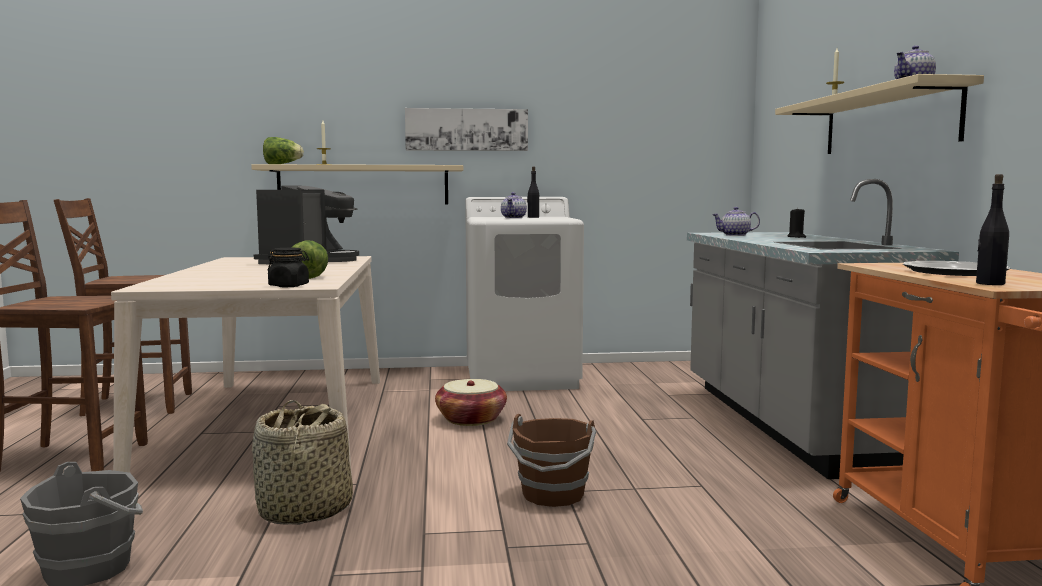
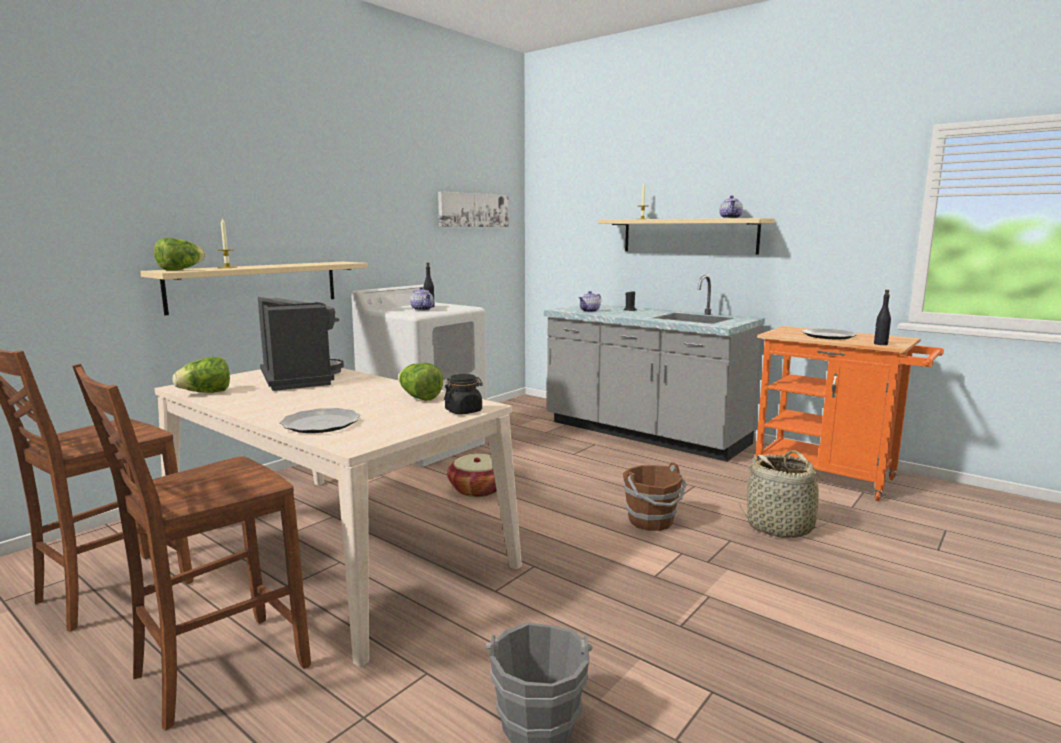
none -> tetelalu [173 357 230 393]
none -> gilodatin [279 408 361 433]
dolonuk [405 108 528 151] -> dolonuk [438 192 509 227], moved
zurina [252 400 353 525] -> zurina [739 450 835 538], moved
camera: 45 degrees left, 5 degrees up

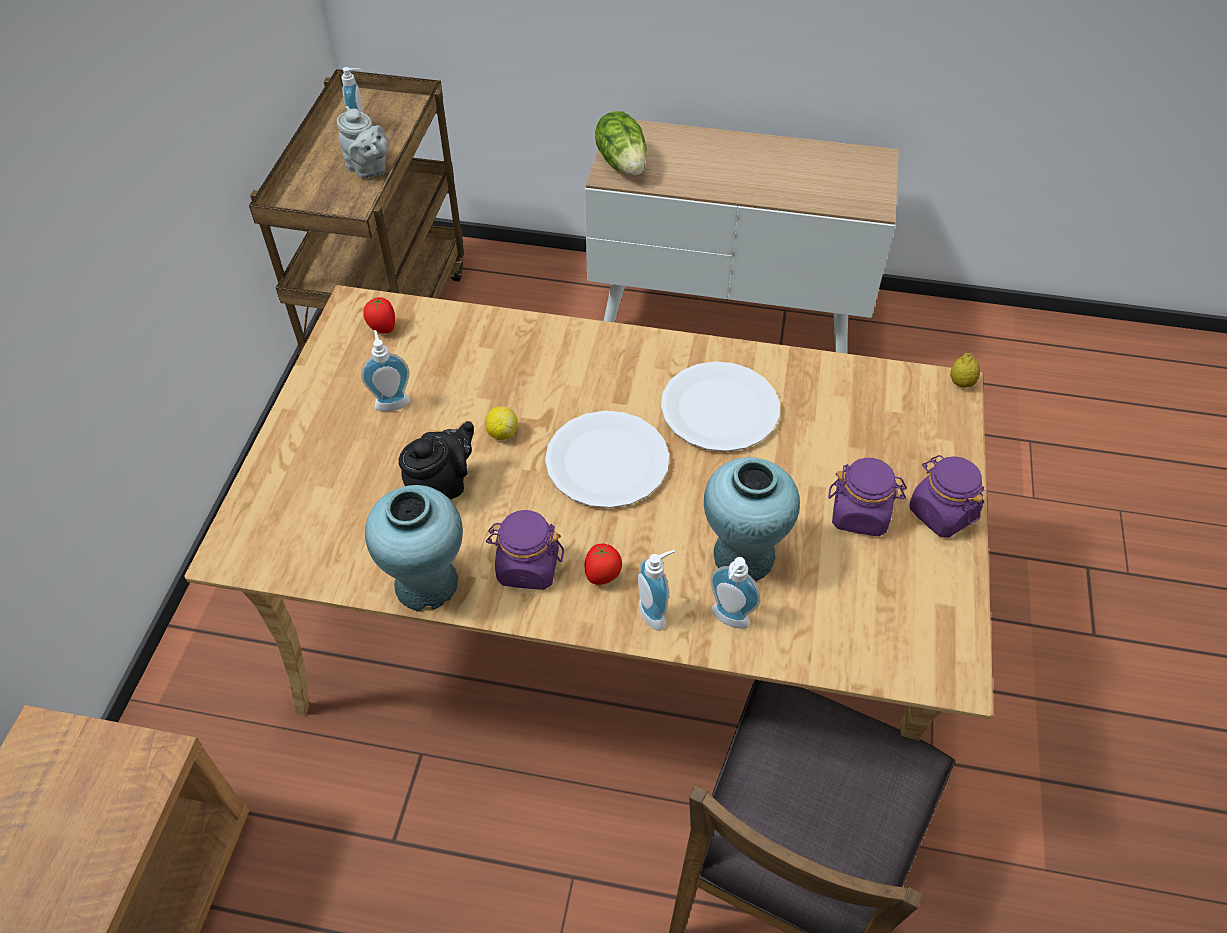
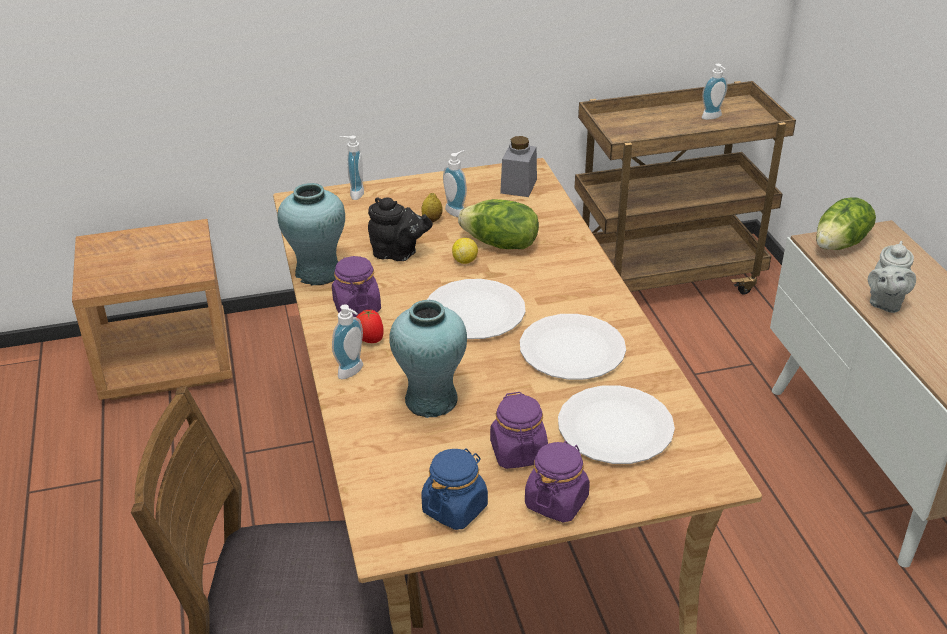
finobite [710 557 760 629] -> finobite [339 136 364 200], moved
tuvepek [950 353 980 387] -> tuvepek [421 193 442 223], moved
none -> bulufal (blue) [421 448 488 530]
none -> tetelalu [458 199 539 249]
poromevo [363 297 395 333] -> bulufal (grey) [500 136 537 197]
none -> gilodatin (white) [558 385 675 464]
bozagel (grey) [337 106 388 179] -> bozagel (grey) [868 241 916 313], moved
camera: 65 degrees right, 15 degrees down

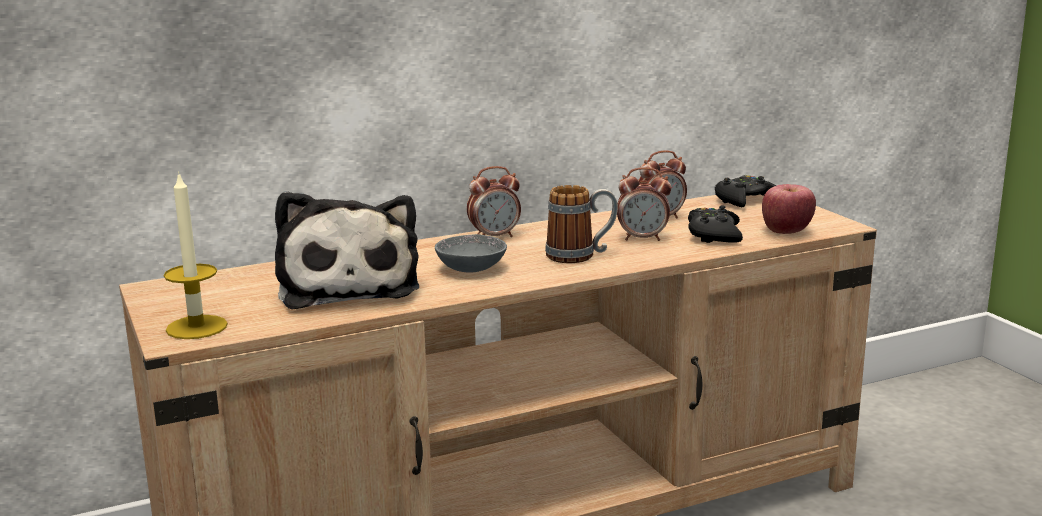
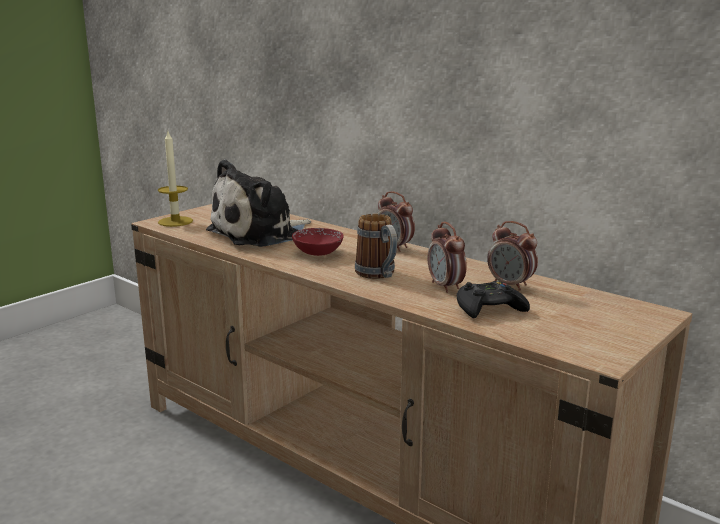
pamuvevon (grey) [435 234 507 272] -> pamuvevon (red) [292 228 344 256]
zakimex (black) [715 175 776 207] -> none
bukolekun [762 184 816 234] -> none
camera: 65 degrees right, 0 degrees up

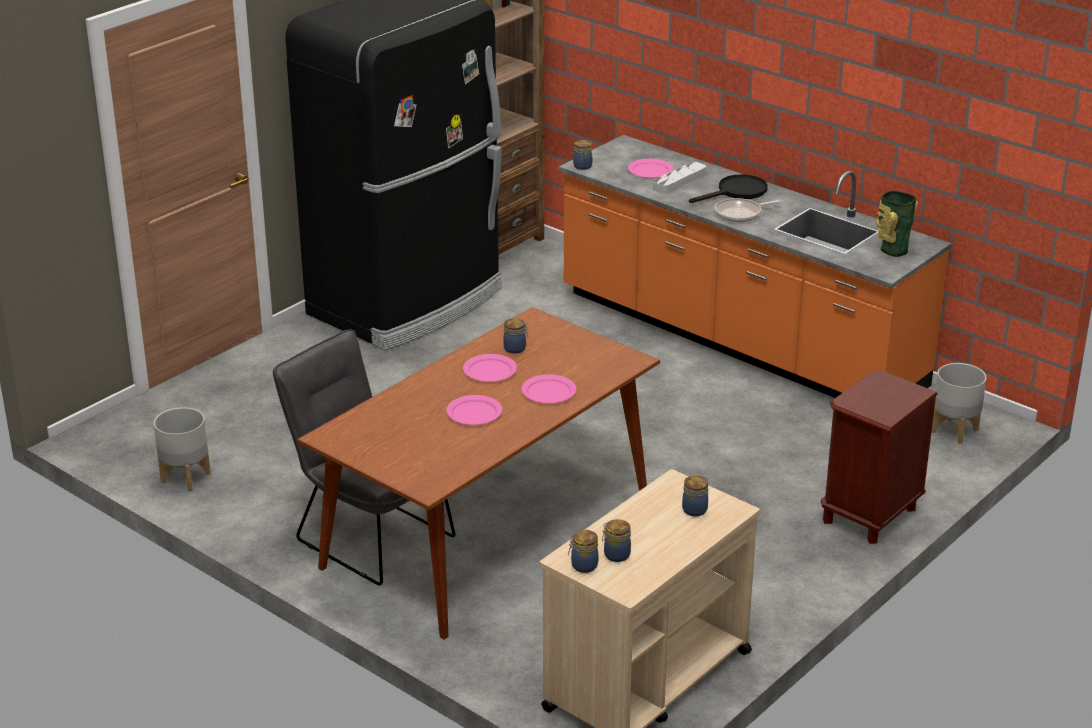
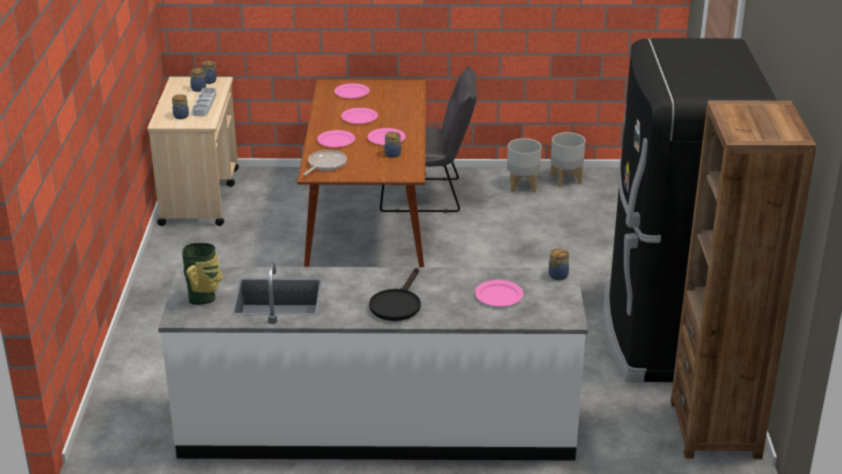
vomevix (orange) [559 135 952 398] -> vomevix (white) [158 262 588 460]
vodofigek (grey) [653 162 706 194] -> vodofigek (grey) [192 88 217 116], moved
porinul [715 198 783 223] -> porinul [303 150 347 175], moved
none -> gilodatin (pink) [334 83 370 99]
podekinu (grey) [932 363 987 444] -> podekinu (grey) [507 138 542 193], moved
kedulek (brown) [821 370 938 544] -> none
camera: 140 degrees right, 0 degrees up

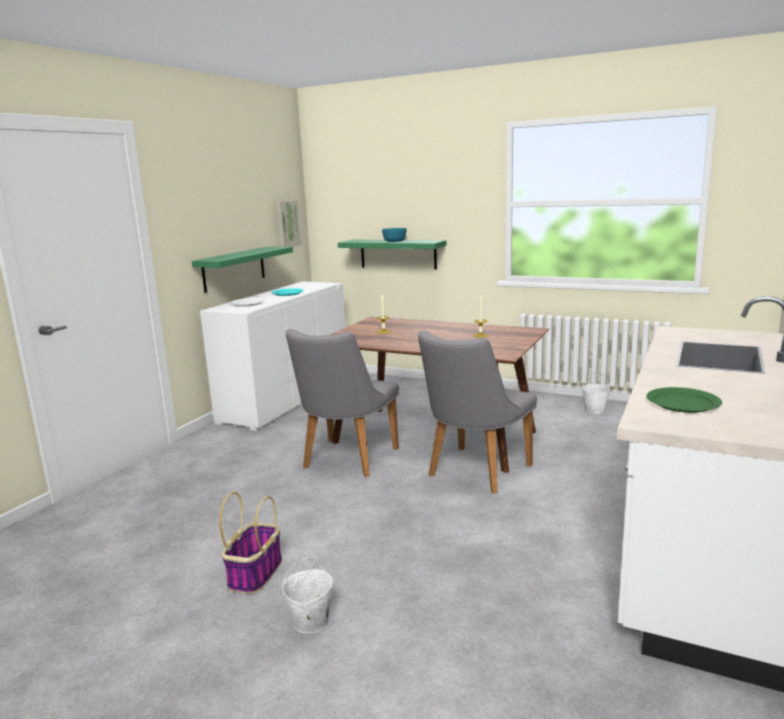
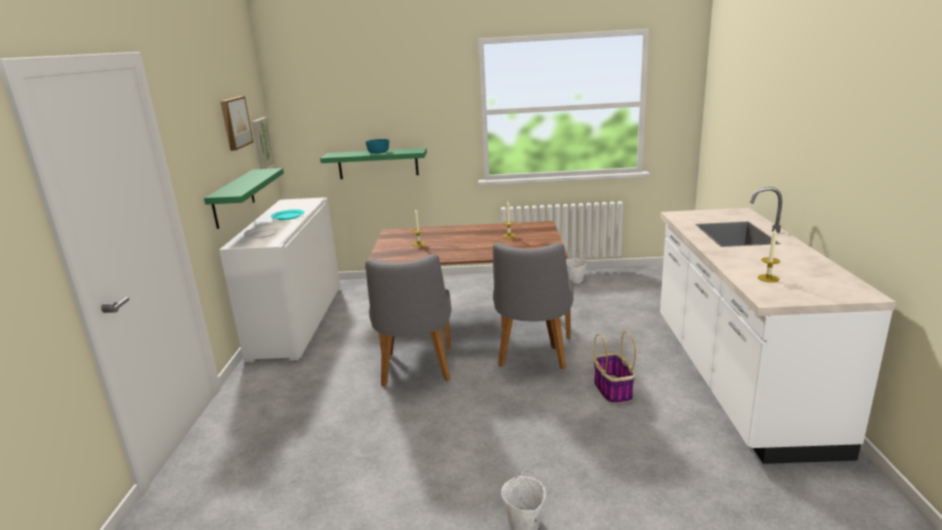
none -> dolonuk [220 96 253 151]
zurina [219 492 282 594] -> zurina [594 330 636 404], moved
gilodatin (green) [646 387 722 413] -> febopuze [757 229 780 282]
camera: 25 degrees left, 5 degrees up

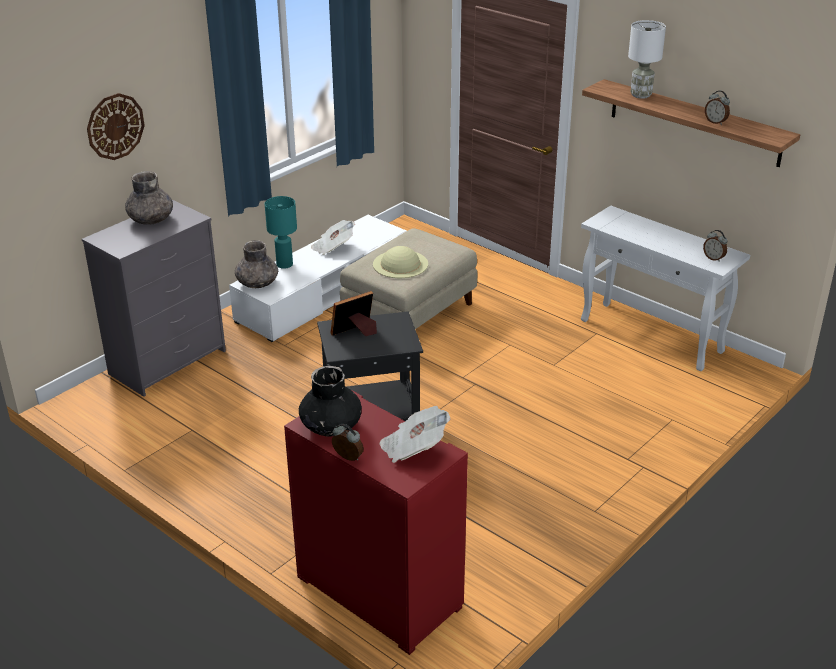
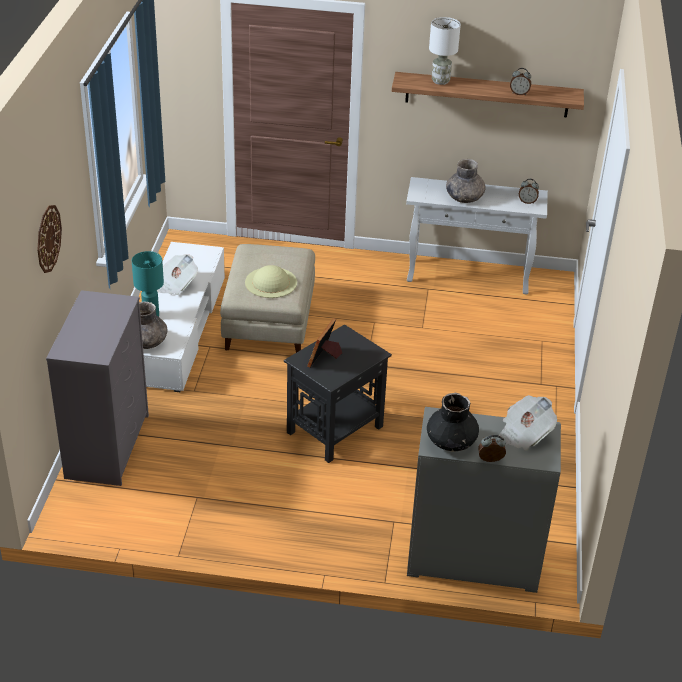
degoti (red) [284 389 468 655] -> degoti (grey) [407 407 561 593]
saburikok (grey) [125 171 173 225] -> saburikok (grey) [446 159 485 203], moved
camera: 35 degrees left, 5 degrees up

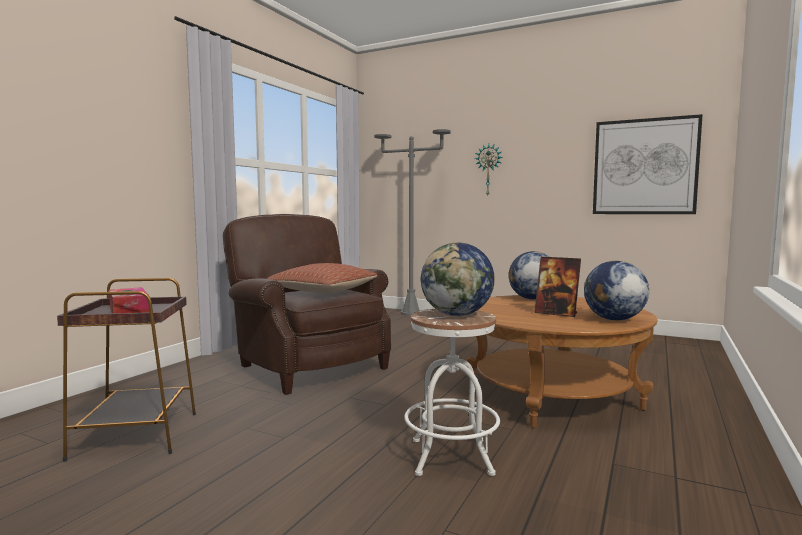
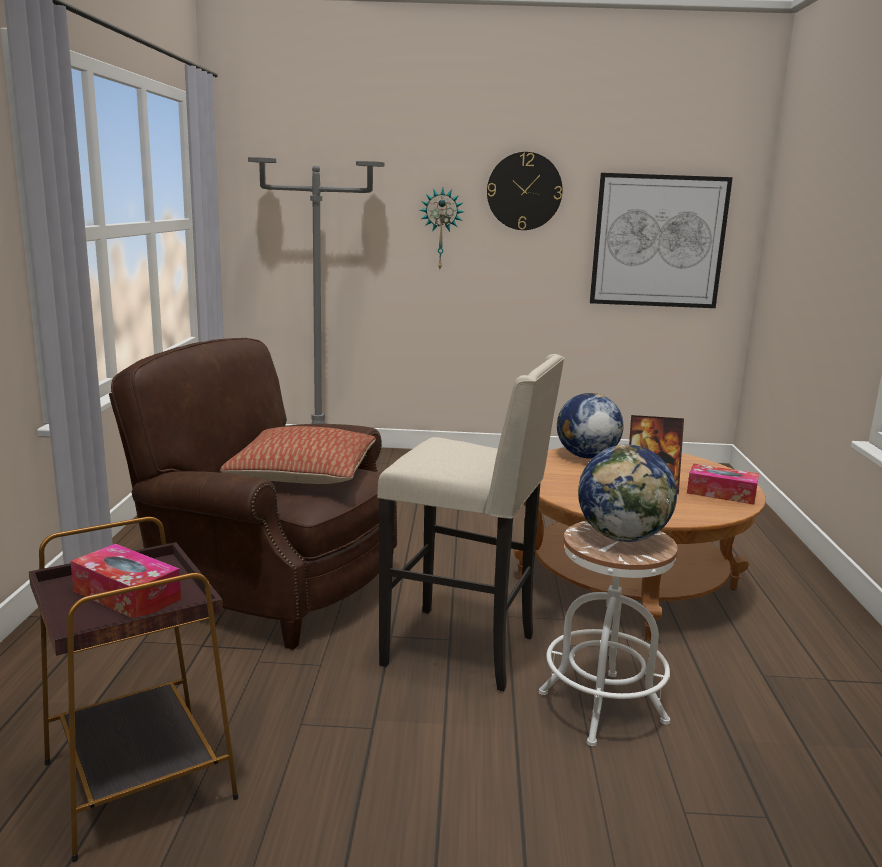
none -> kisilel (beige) [377 354 565 691]
none -> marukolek [487 152 562 230]
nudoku [584 261 649 321] -> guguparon [687 463 759 505]
camera: 25 degrees left, 10 degrees up

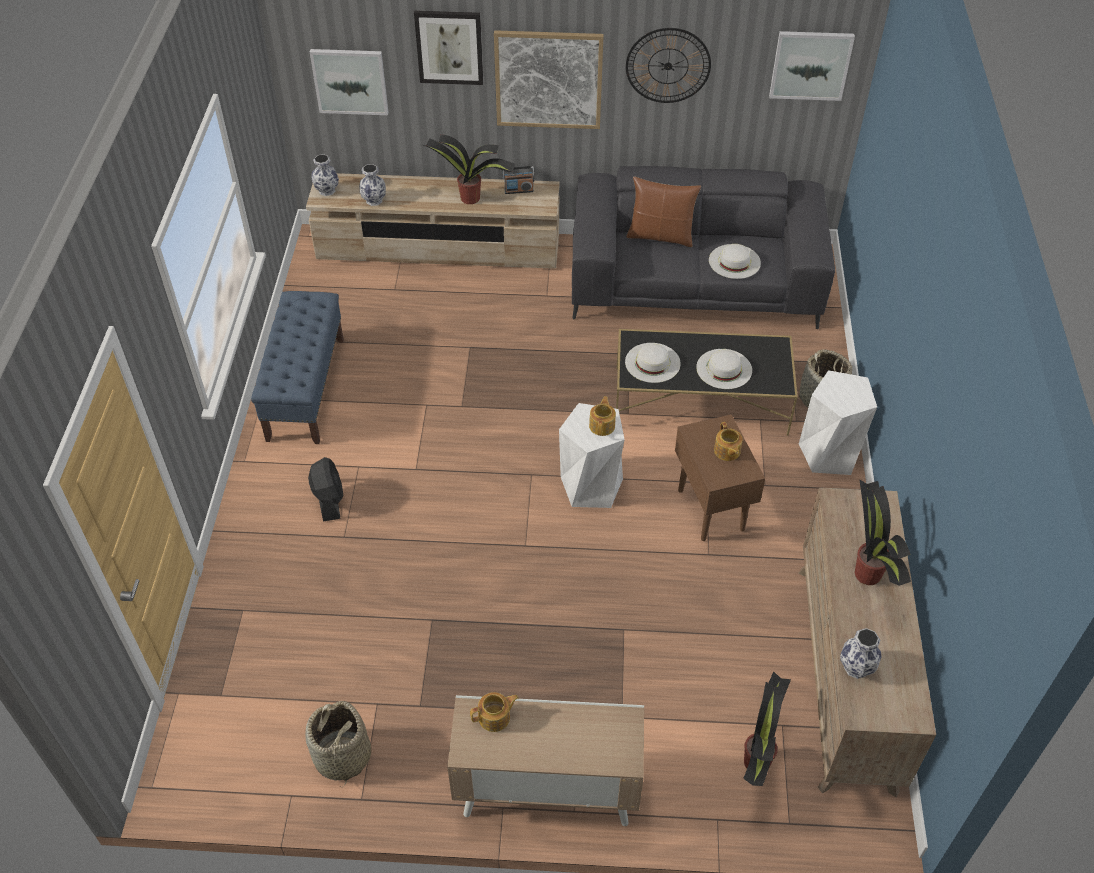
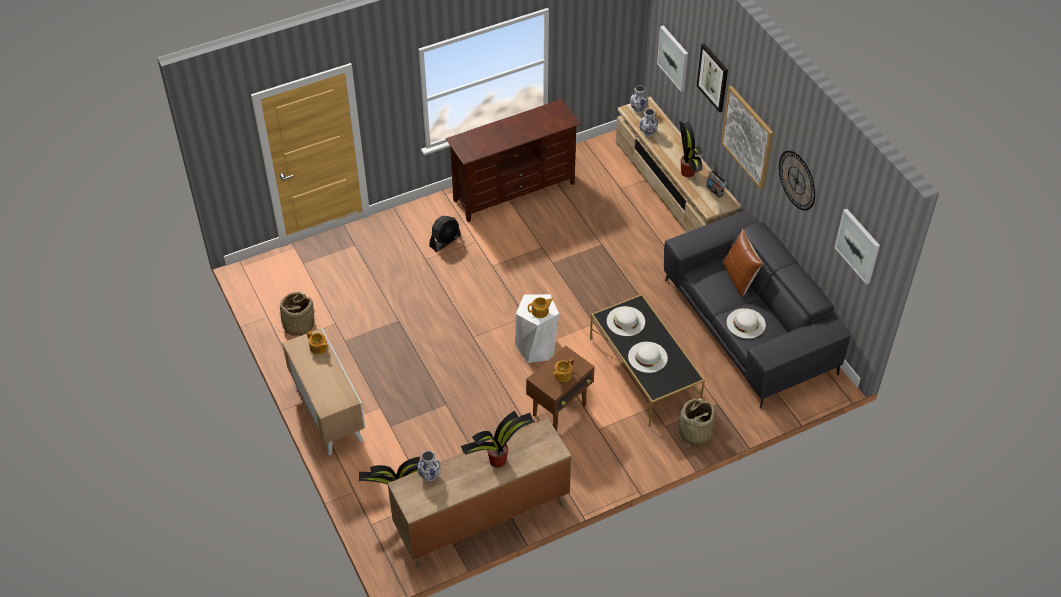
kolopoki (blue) [251 291 344 444] -> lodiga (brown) [446 99 581 222]
kisilel (white) [799 370 877 475] -> none
camera: 60 degrees right, 0 degrees up

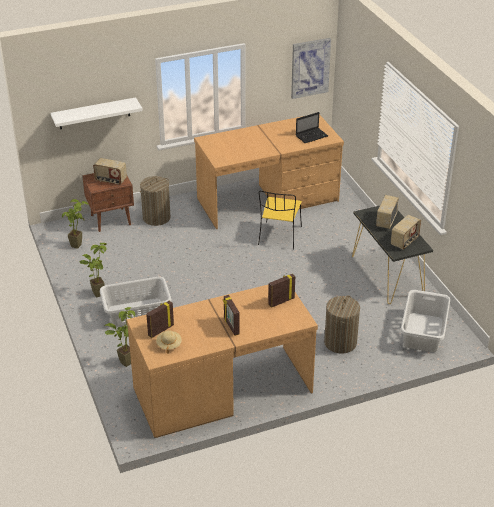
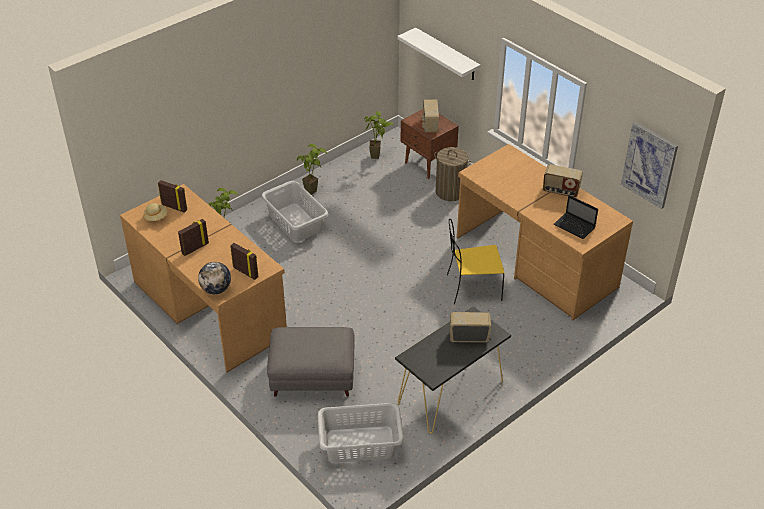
none -> nudoku [198 262 231 294]
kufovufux [324 296 360 354] -> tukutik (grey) [267 327 355 397]
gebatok [391 215 421 250] -> gebatok [543 164 583 197], moved
camera: 70 degrees right, 5 degrees up

